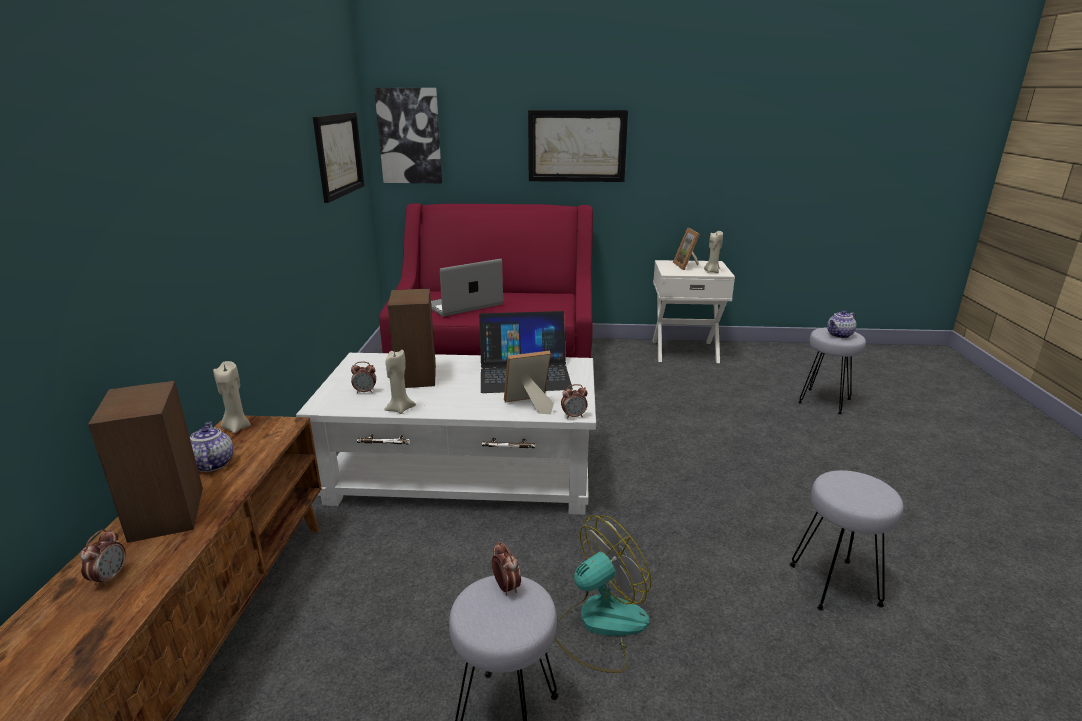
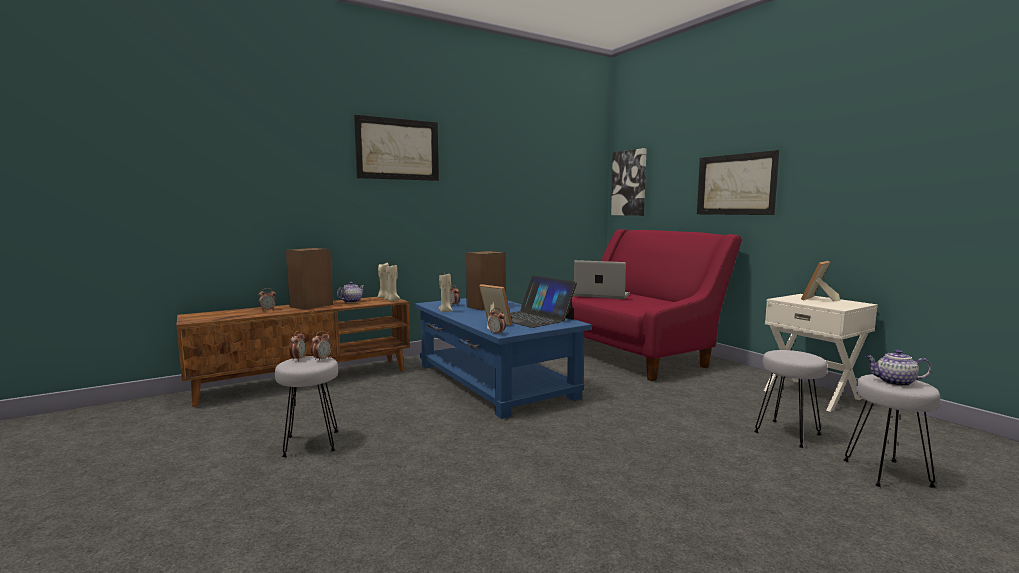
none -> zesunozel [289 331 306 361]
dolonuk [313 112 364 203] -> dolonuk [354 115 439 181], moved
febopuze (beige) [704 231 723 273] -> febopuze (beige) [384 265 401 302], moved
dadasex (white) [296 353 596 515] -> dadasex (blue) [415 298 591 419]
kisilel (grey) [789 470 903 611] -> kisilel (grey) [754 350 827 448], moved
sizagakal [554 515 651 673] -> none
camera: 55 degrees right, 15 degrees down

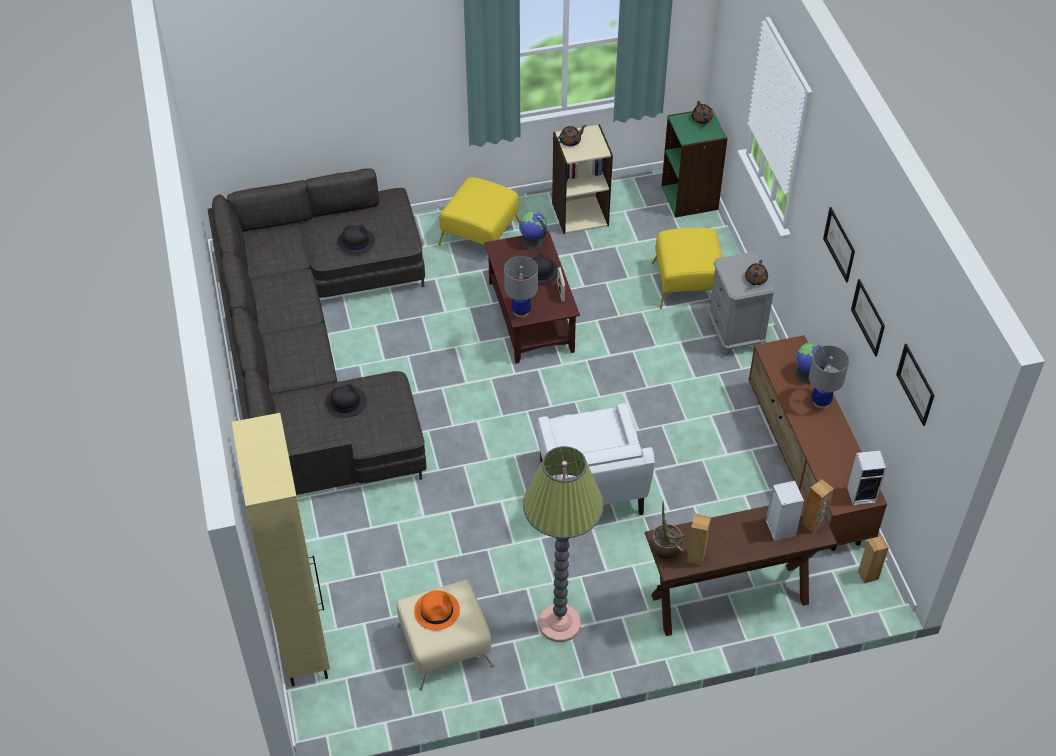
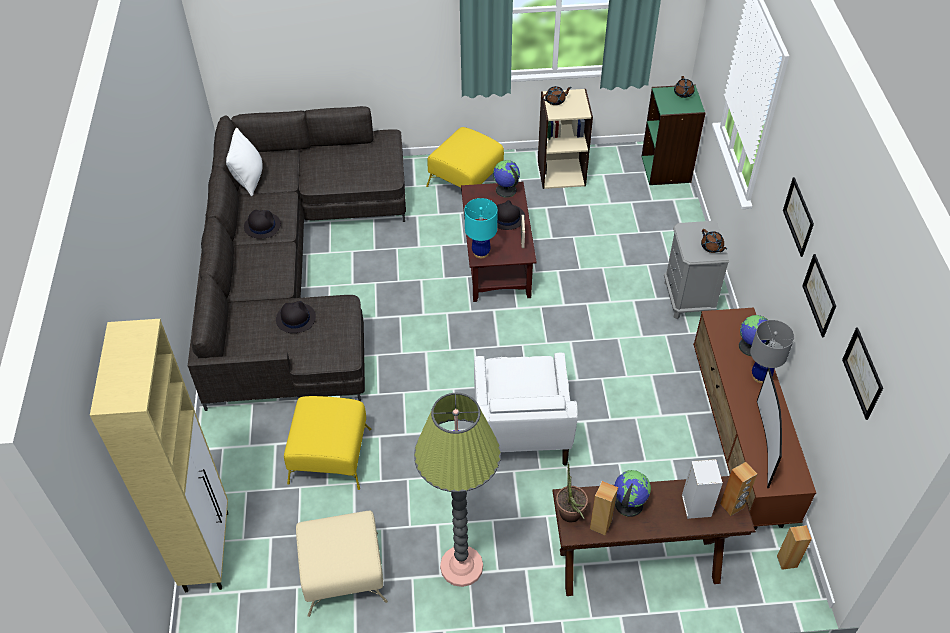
none -> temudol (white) [226 128 263 196]
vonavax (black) [337 225 375 254] -> vonavax (black) [244 210 281 238], moved
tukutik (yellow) [652 228 722 309] -> tukutik (yellow) [284 396 371 490], moved
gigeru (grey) [504 256 538 318] -> gigeru (turquoise) [464 198 497 259]
none -> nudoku [614 470 651 517]
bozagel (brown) [745 260 768 285] -> bozagel (brown) [701 229 727 253], 60 degrees counterclockwise
none -> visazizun [757 368 782 488]
vonavax (orange) [414 590 460 630] -> none
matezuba [847 450 886 505] -> none
camera: 10 degrees right, 0 degrees up

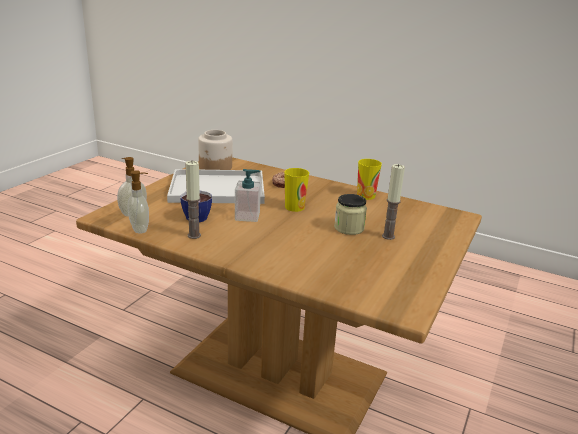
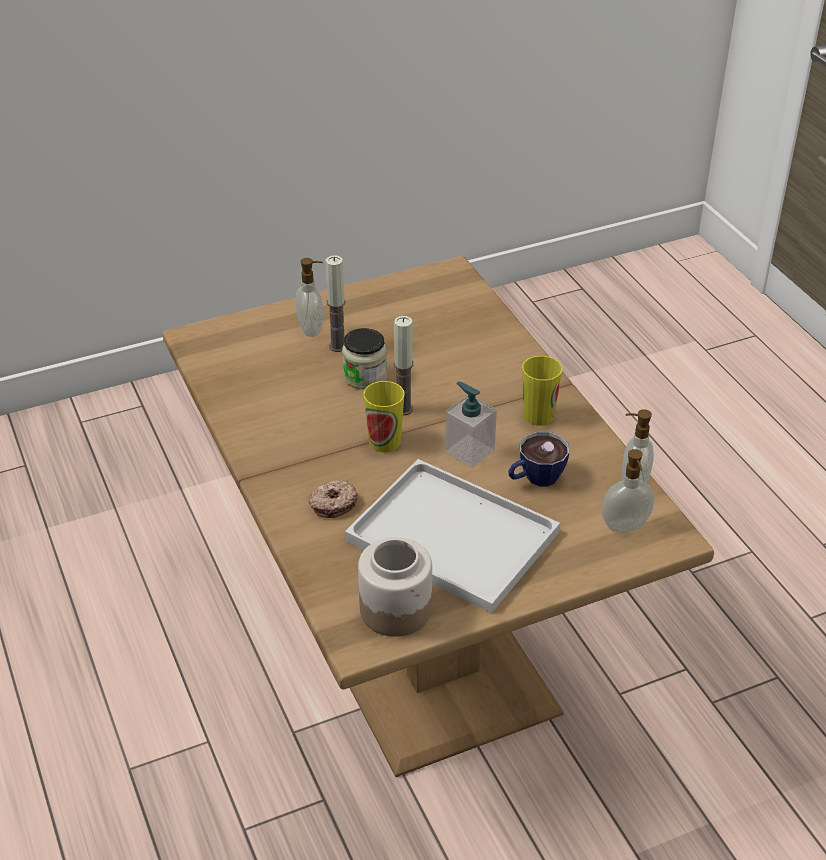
none -> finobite [296 258 323 337]
febopuze [185 160 201 239] -> febopuze [393 316 413 415], moved
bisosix [357 159 382 200] -> bisosix [522 356 562 426], moved
camera: 140 degrees left, 15 degrees up

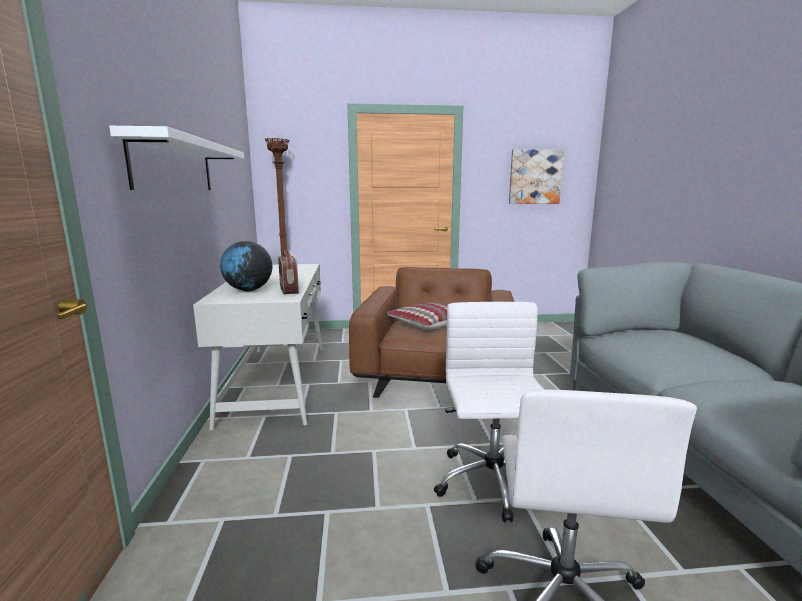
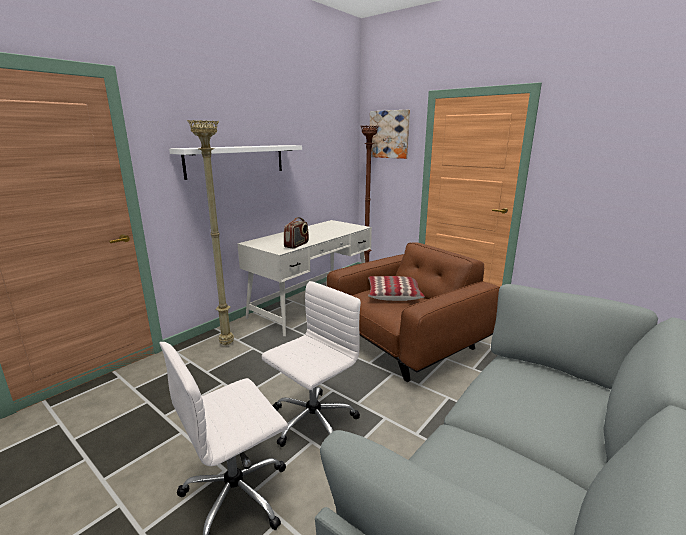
none -> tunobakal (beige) [187 120 234 345]
dolonuk [509 149 564 204] -> dolonuk [370 110 410 159], moved
nudoku [220 241 272 291] -> none
camera: 45 degrees right, 5 degrees up

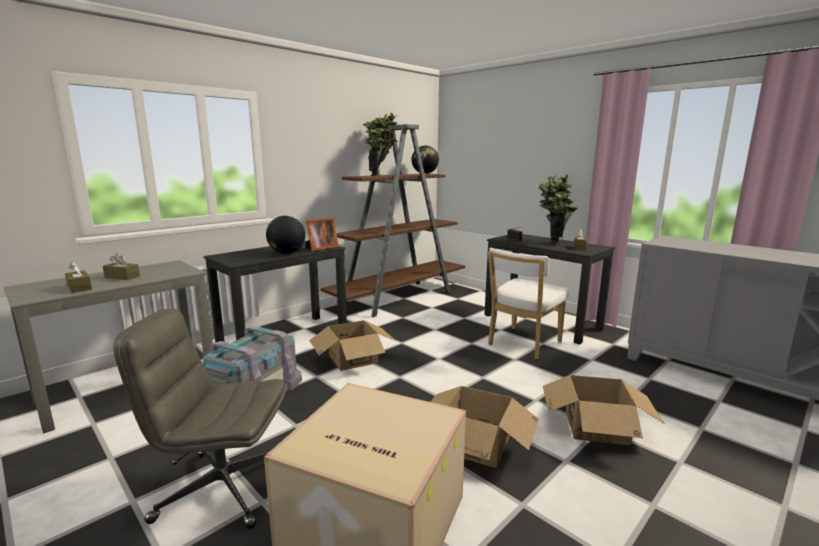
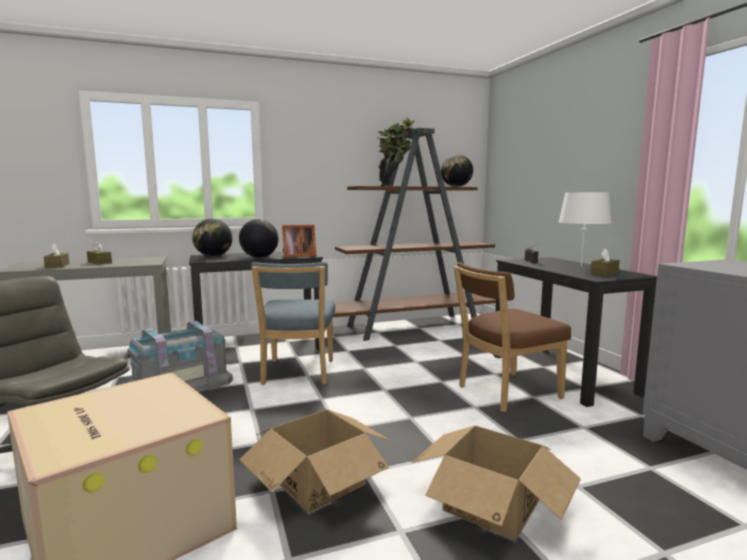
none -> nudoku [192 219 232 257]
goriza [309 320 396 371] -> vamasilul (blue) [251 262 335 385]
vamasilul (white) [488 248 569 359] -> vamasilul (brown) [454 262 571 412]
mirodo [538 175 578 244] -> gigeru (white) [559 192 612 267]
camera: 25 degrees right, 5 degrees down

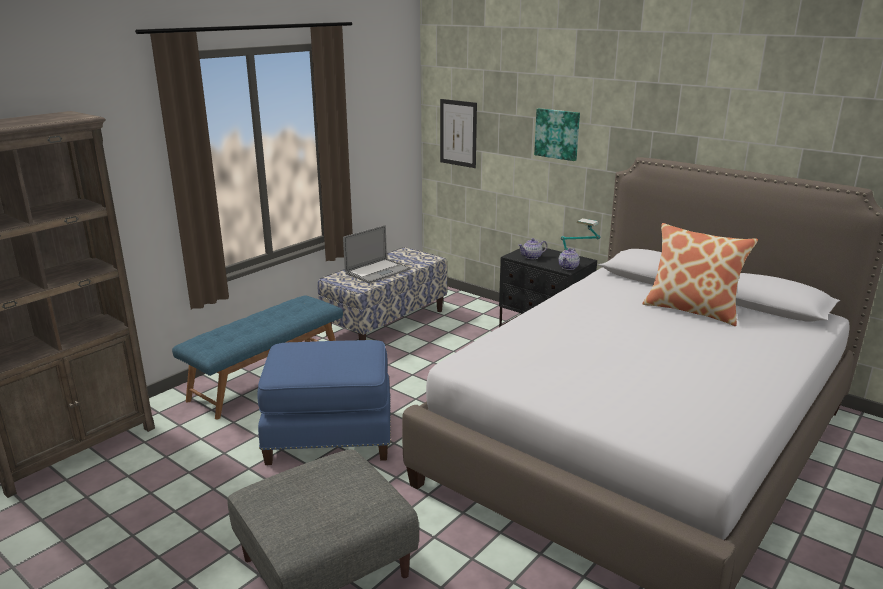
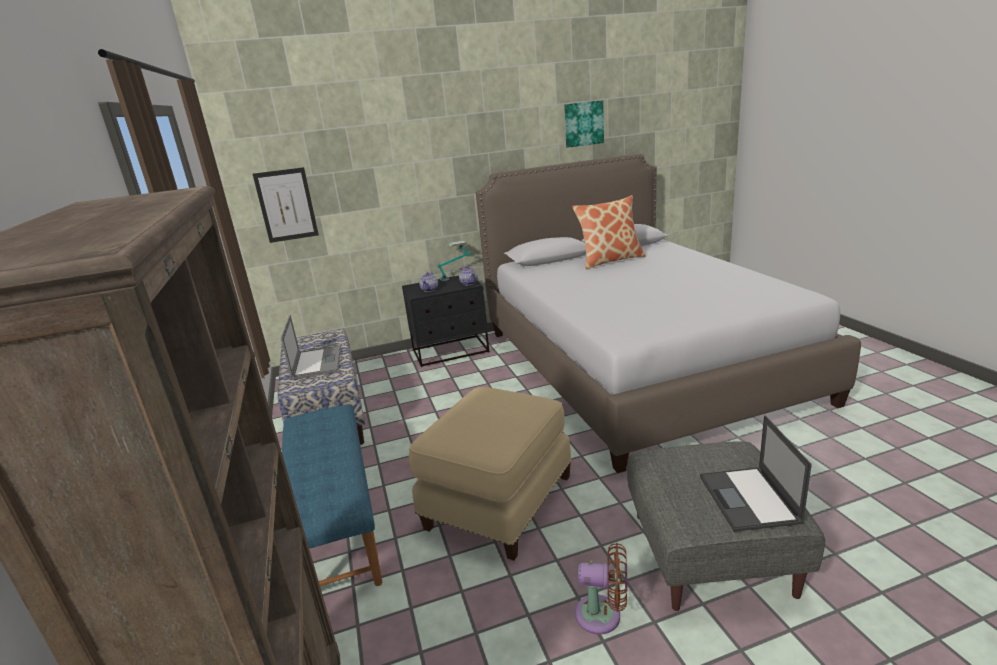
tukutik (blue) [257 340 391 465] -> tukutik (beige) [409 387 572 561]
dolonuk [534 108 580 161] -> dolonuk [564 100 604 148], moved
none -> sizagakal (brown) [575 543 627 635]
none -> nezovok [700 415 812 532]
camera: 55 degrees left, 0 degrees up

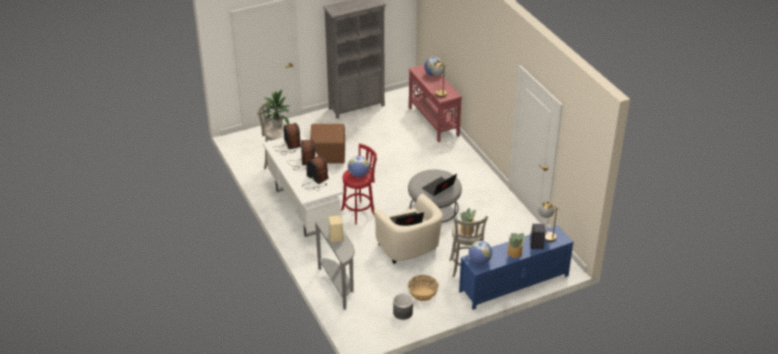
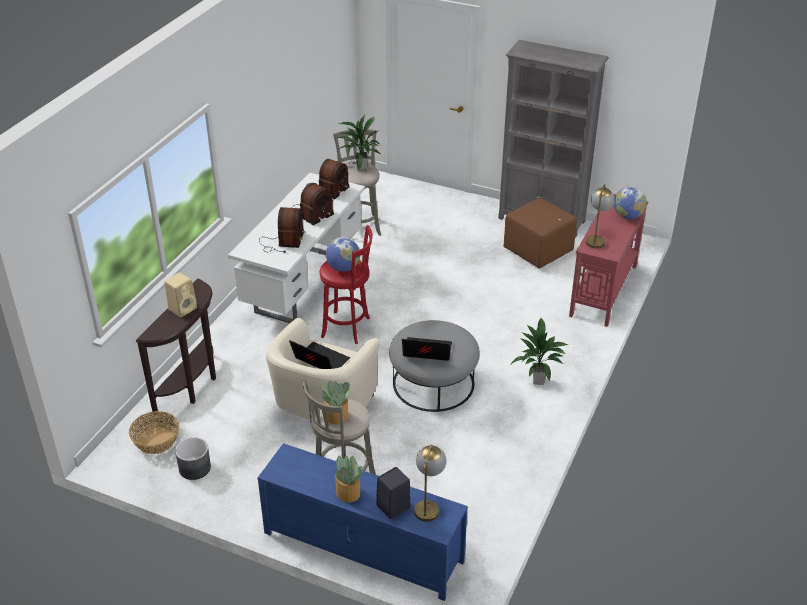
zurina [408 275 439 301] -> zurina [129 411 179 454], moved
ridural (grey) [315 221 355 310] -> ridural (brown) [136 278 216 412]
tukutik (brown) [310 124 345 164] -> tukutik (brown) [504 198 577 269], moved
none -> mirodo [510 318 568 385]
nudoku [469 241 492 264] -> none
camera: 50 degrees right, 0 degrees up

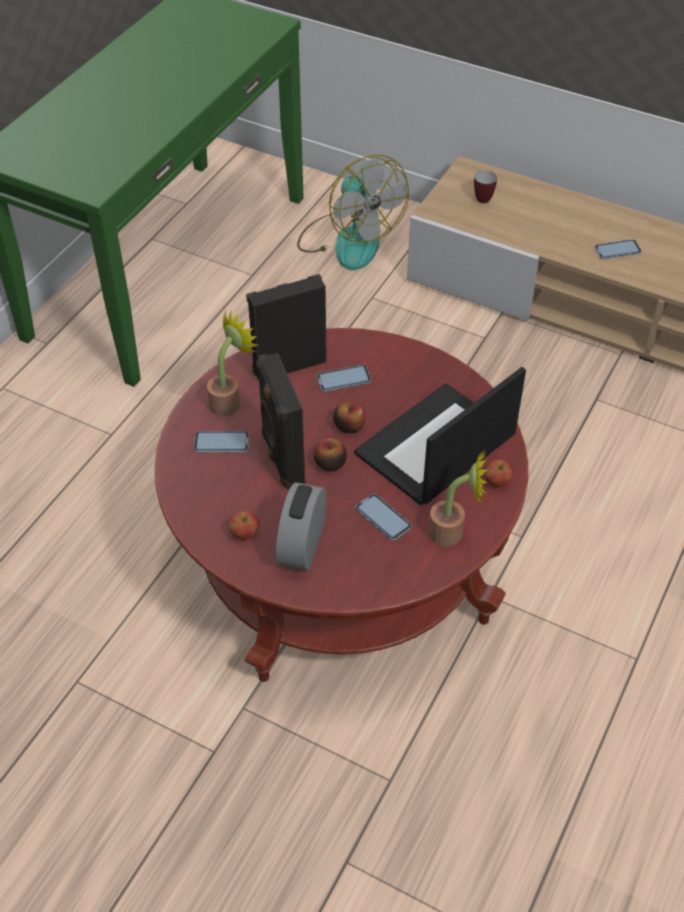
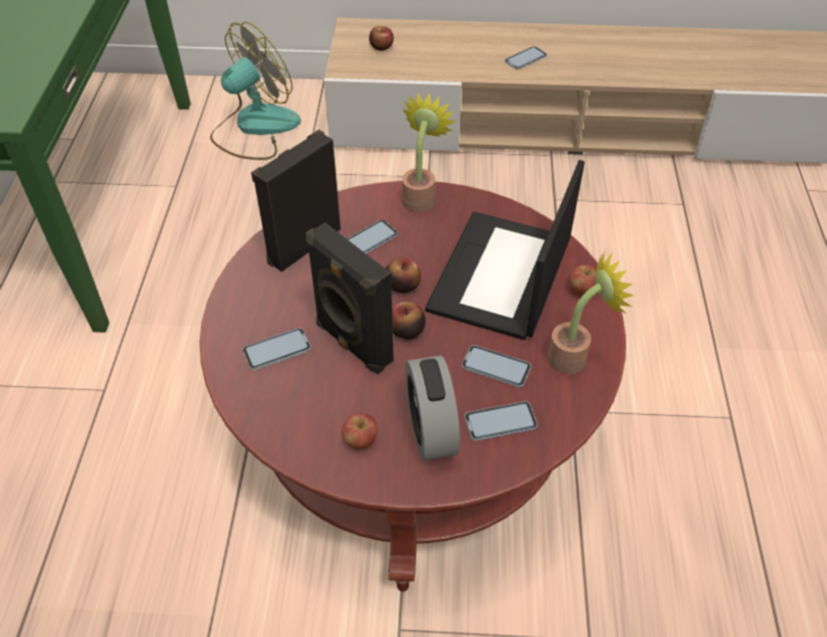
sizagakal [297 155 409 270] -> sizagakal [210 22 301 160], 75 degrees counterclockwise
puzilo [474 171 497 203] -> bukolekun [369 26 394 51]
mirodo [207 309 258 416] -> mirodo [402 92 455 213], moved
none -> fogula [465 401 538 441]
camera: 25 degrees left, 0 degrees up

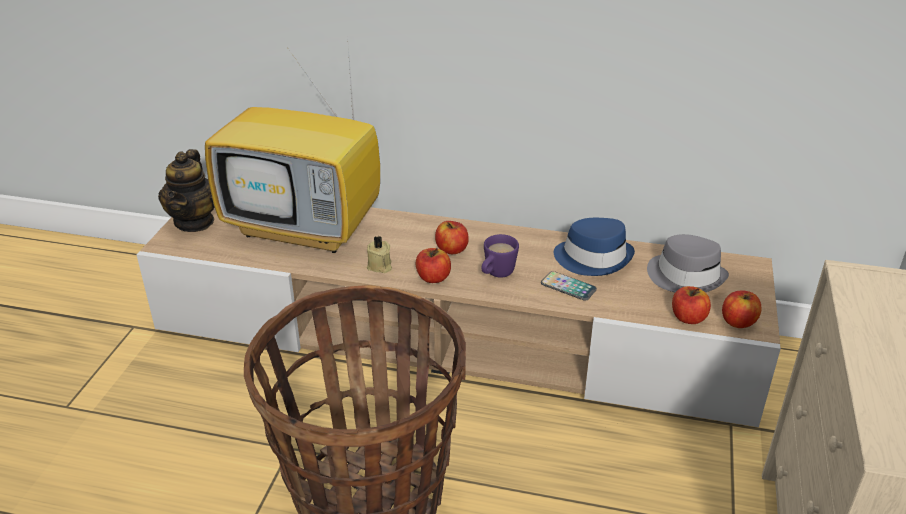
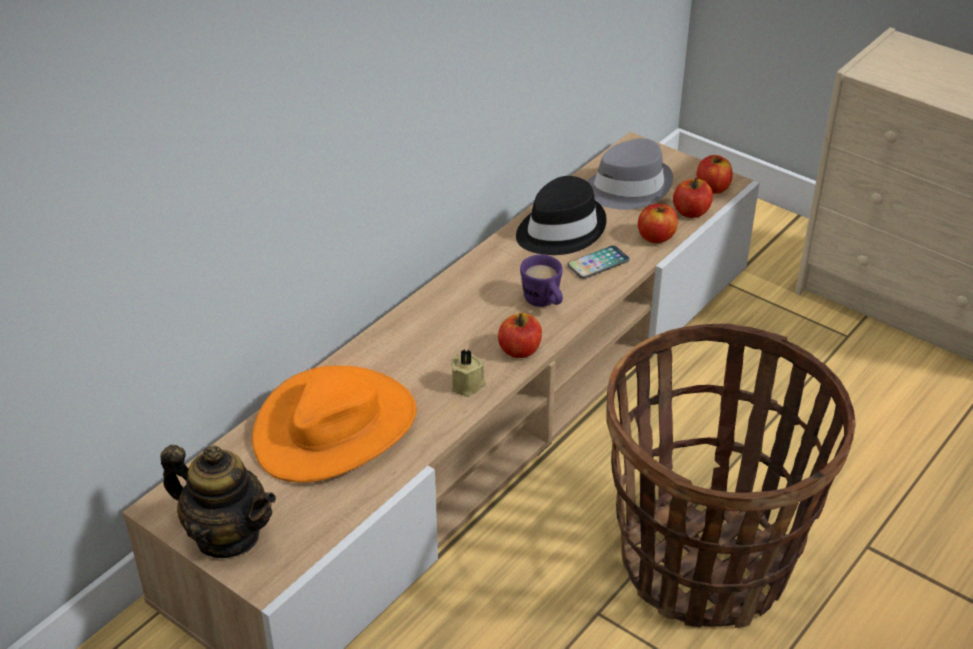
visazizun [205 47 380 253] -> vonavax (orange) [252 366 417 483]
vonavax (blue) [554 218 635 276] -> vonavax (black) [516 176 607 255]
bukolekun [435 221 469 254] -> bukolekun [638 204 678 243], moved
camera: 65 degrees left, 5 degrees up

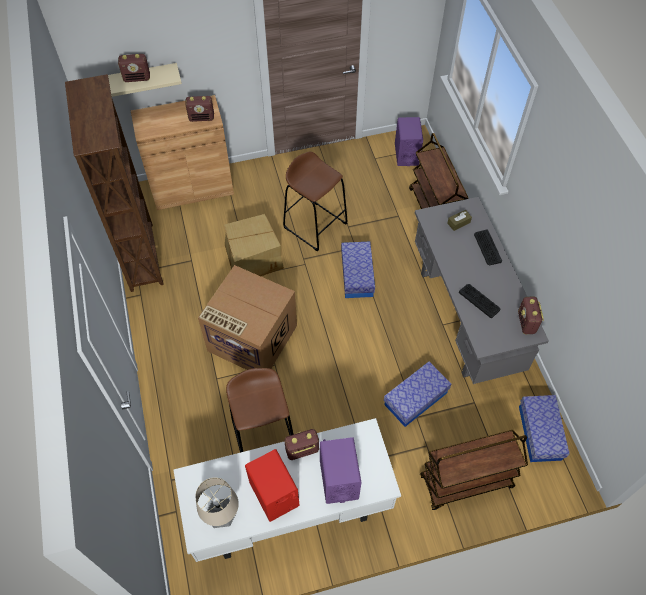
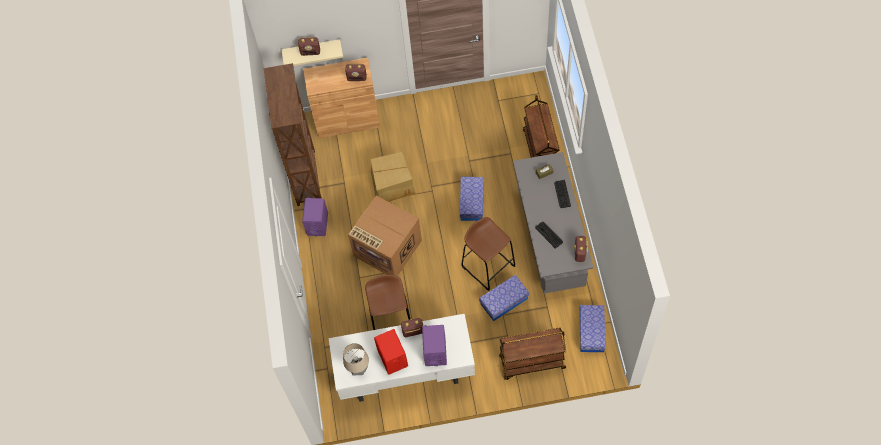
matezuba (purple) [395 117 423 166] -> matezuba (purple) [302 198 328 236], moved
kisilel (brown) [283 152 347 251] -> kisilel (brown) [462 217 515 291], moved
camera: 10 degrees right, 5 degrees up

